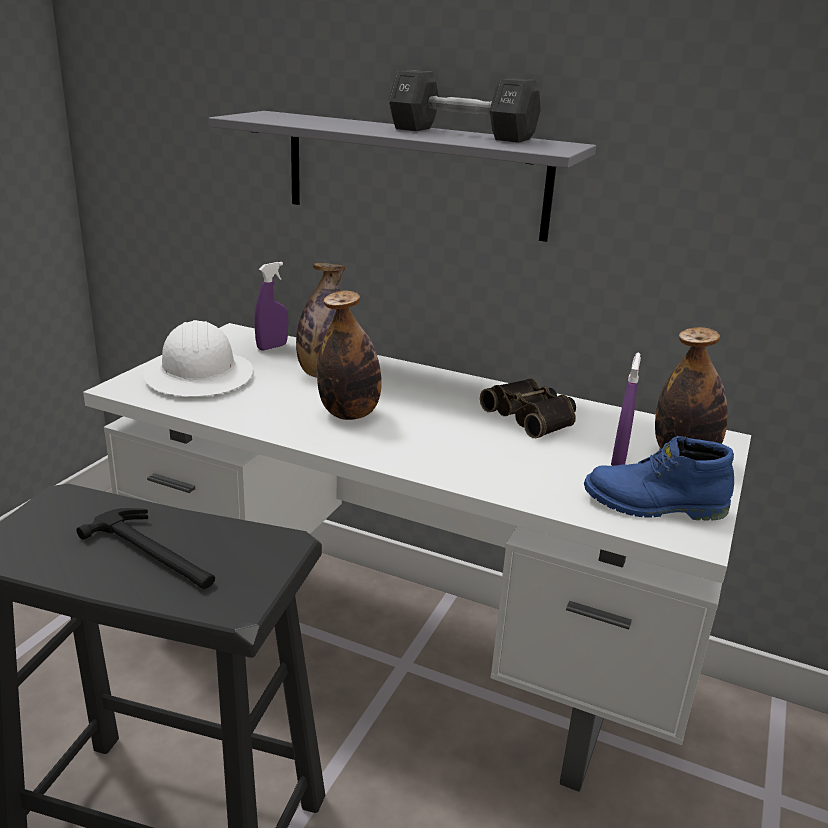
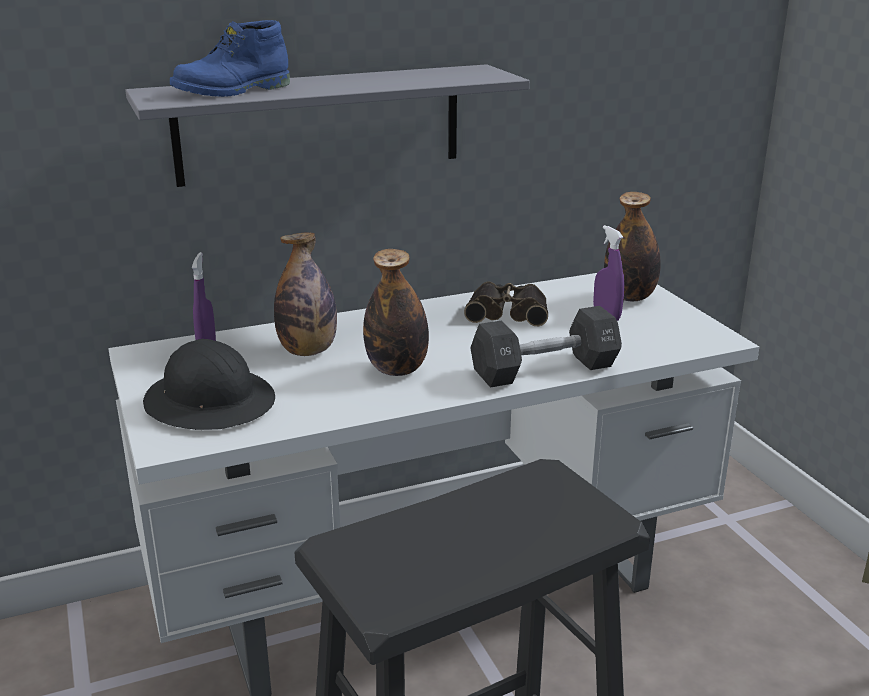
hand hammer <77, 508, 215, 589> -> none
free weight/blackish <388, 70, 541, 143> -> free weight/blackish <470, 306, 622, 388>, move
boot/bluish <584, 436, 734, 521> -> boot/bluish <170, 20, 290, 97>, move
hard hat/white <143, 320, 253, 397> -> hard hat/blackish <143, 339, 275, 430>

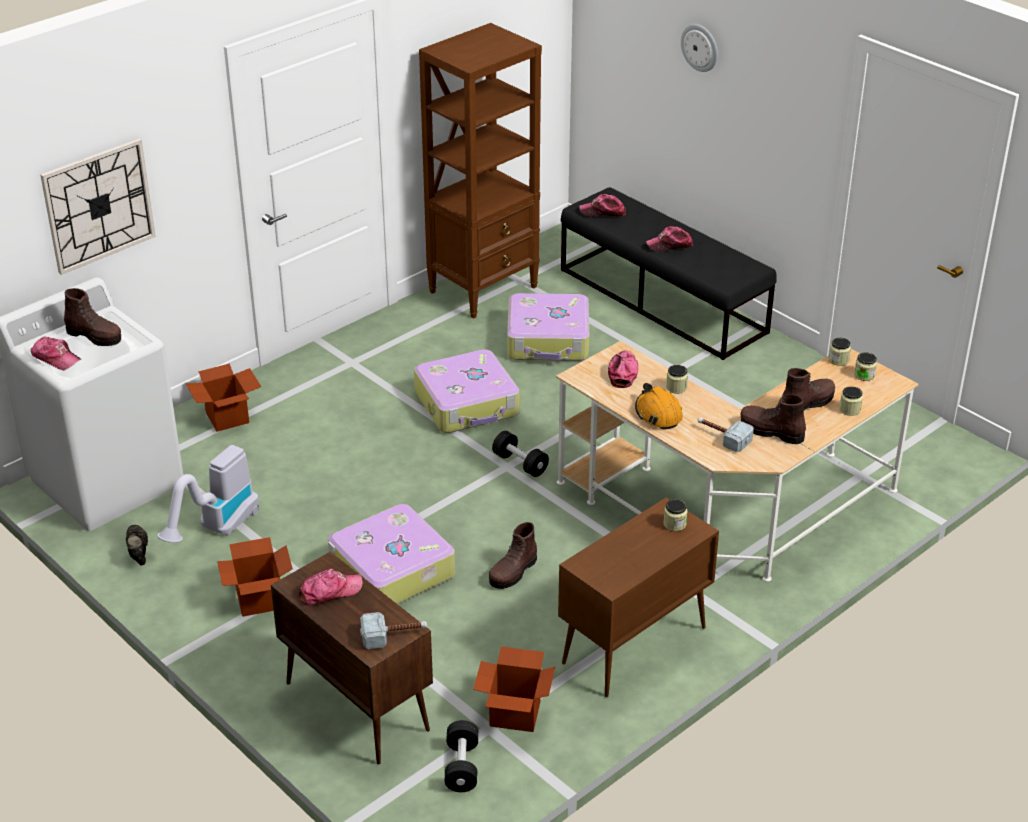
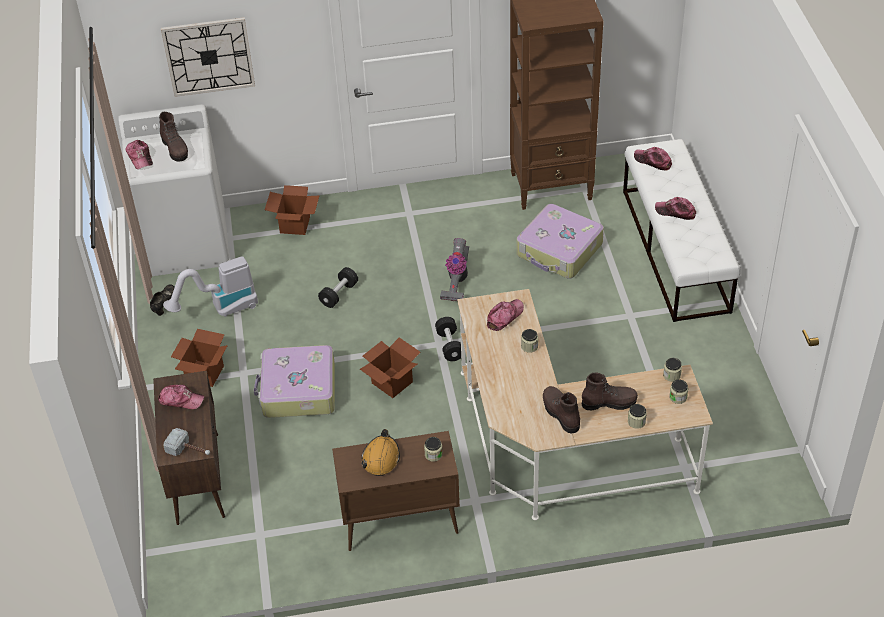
boot/brown-coloured <489, 522, 537, 589> -> none
clock on the wall <681, 24, 718, 72> -> none
hand hammer <698, 417, 754, 452> -> none
free weight/blackish <445, 720, 478, 792> -> free weight/blackish <318, 267, 358, 308>, move
cardboard box <473, 647, 555, 732> -> cardboard box <360, 337, 420, 398>, move
hard hat/orangey <635, 383, 683, 430> -> hard hat/orangey <361, 429, 400, 476>, move
suitcase <414, 349, 520, 433> -> vacuum cleaner <440, 238, 469, 301>
indoor bench/blackish <561, 187, 777, 360> -> indoor bench/white <623, 139, 740, 322>

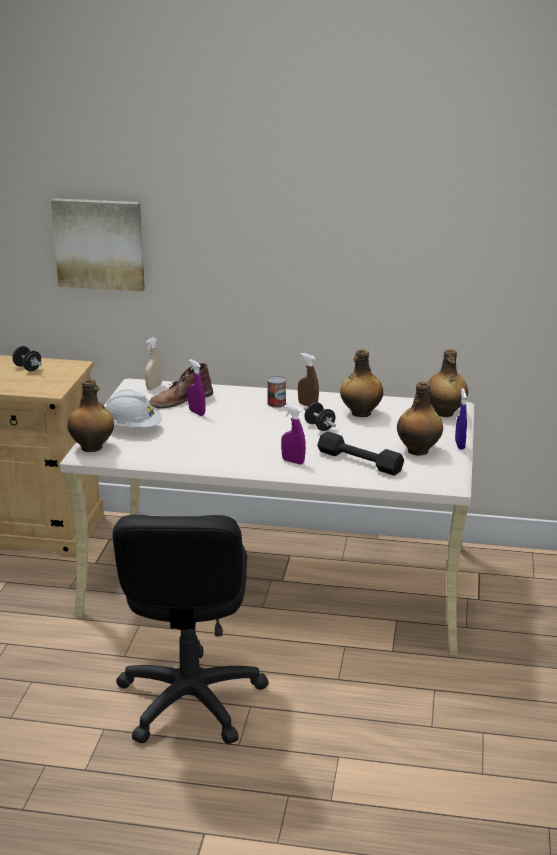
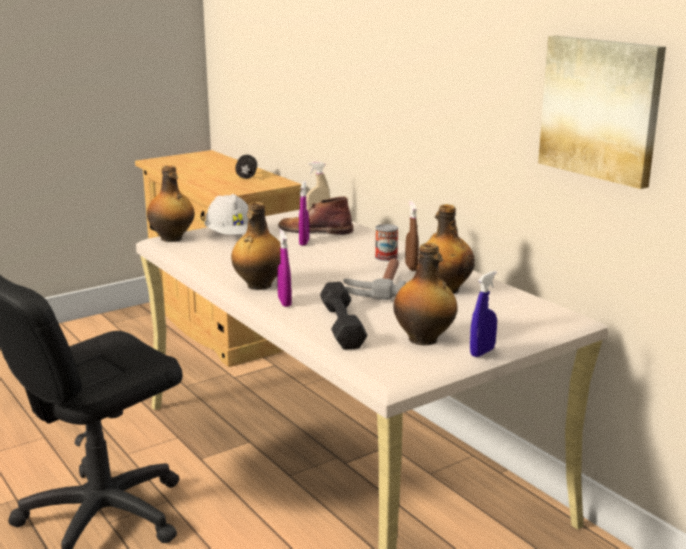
picture <51, 198, 145, 291> -> picture <538, 36, 666, 189>, move
drink bottle <428, 349, 468, 417> -> drink bottle <231, 202, 281, 290>, move
free weight/blackish <304, 402, 336, 431> -> hand hammer <343, 259, 406, 300>

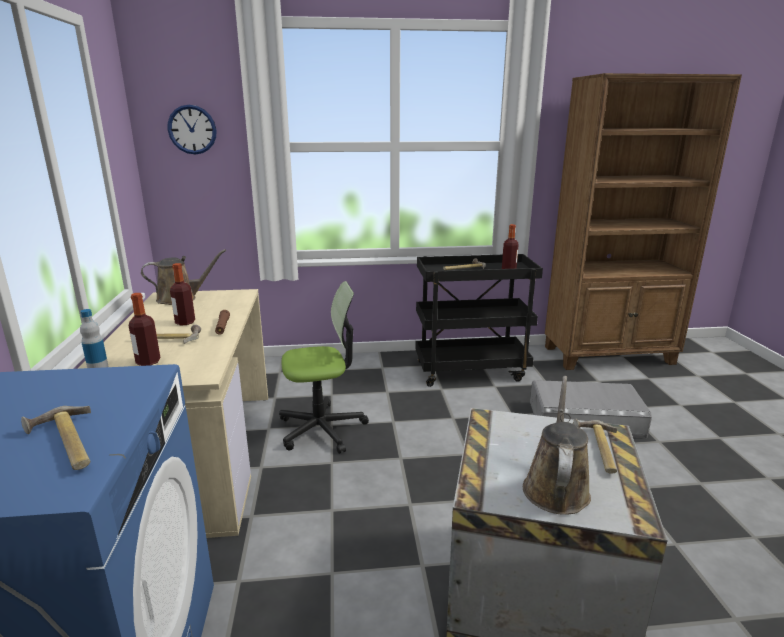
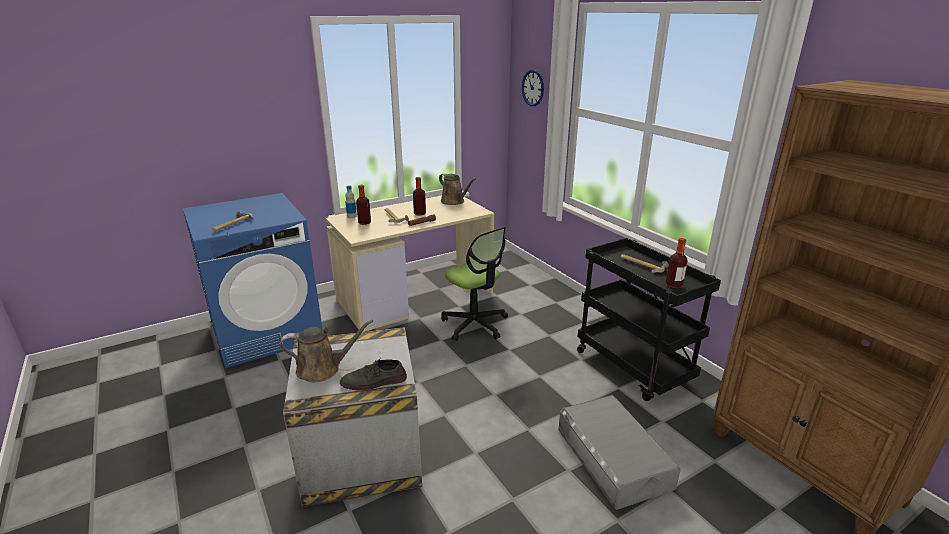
hand hammer <573, 418, 617, 474> -> item of footwear/gray <340, 359, 407, 391>

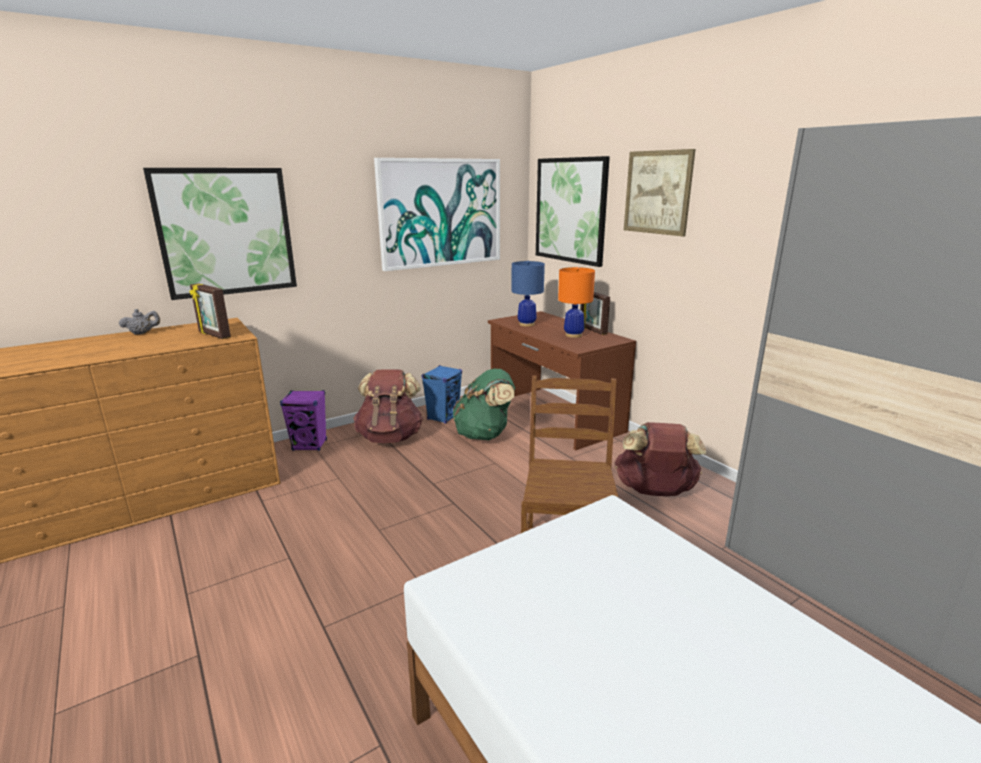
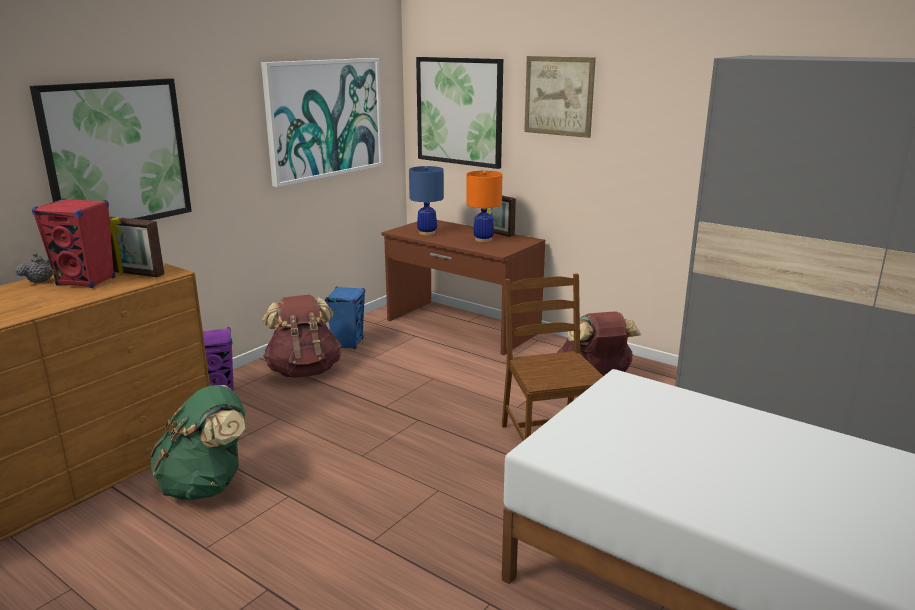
none -> audio speaker/red-coloured <32, 198, 116, 288>
rucksack/green <453, 369, 515, 440> -> rucksack/green <150, 385, 246, 500>, move

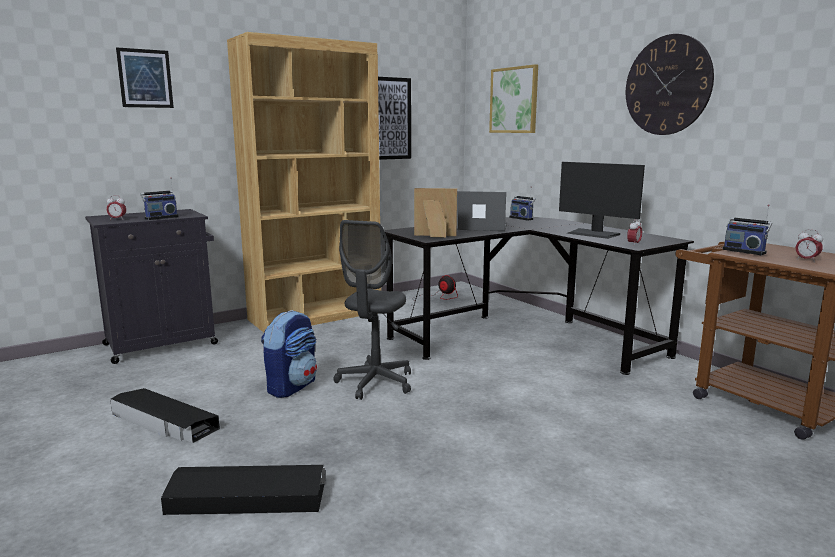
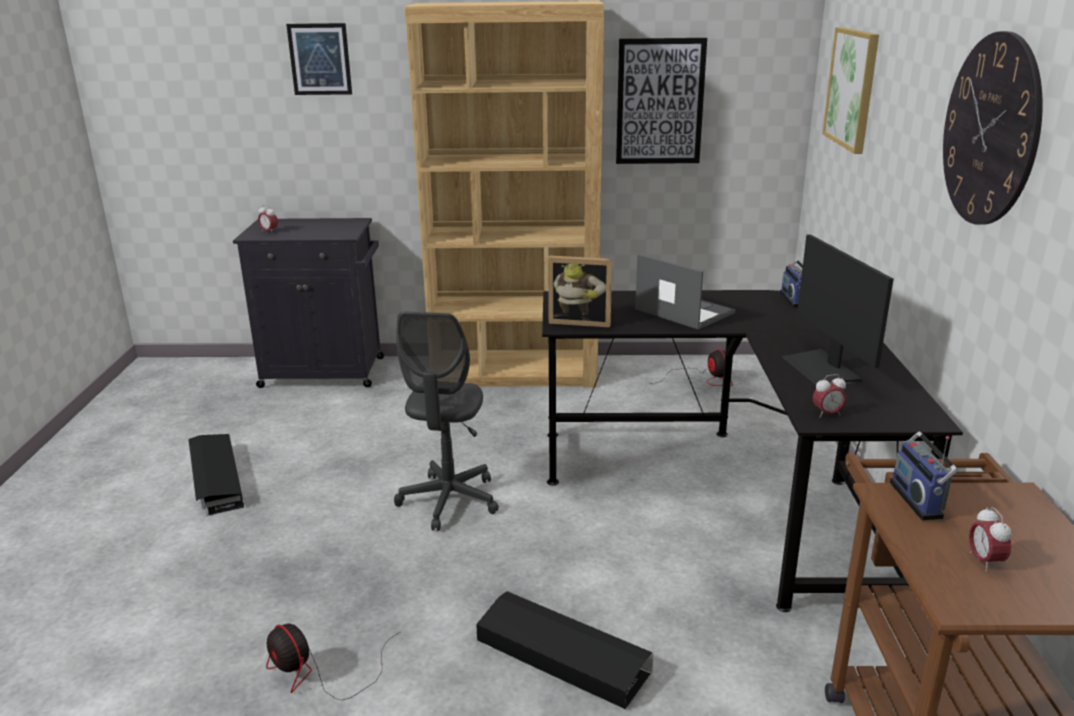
radio set <140, 177, 179, 220> -> none
rucksack <261, 310, 317, 398> -> none
none -> electric fan <266, 624, 401, 700>
storage container/blackish <161, 465, 325, 515> -> storage container/blackish <476, 591, 653, 709>, move
office chair/gray <333, 220, 411, 400> -> office chair/gray <394, 311, 499, 531>, 45 degrees counterclockwise
picture frame <414, 188, 457, 237> -> picture frame <548, 256, 612, 328>, 150 degrees clockwise

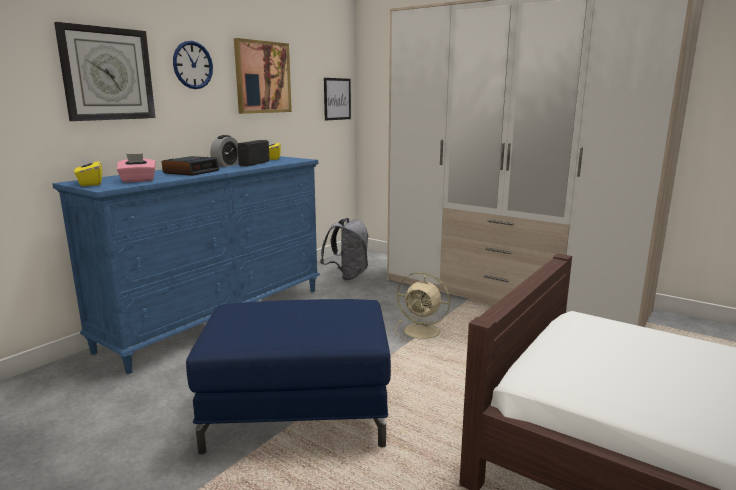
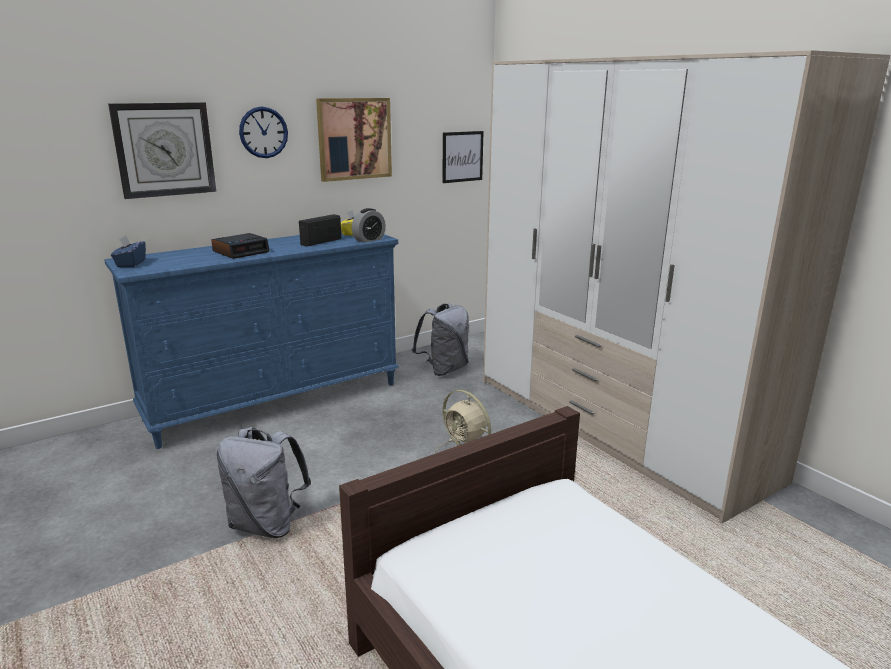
tissue box/pink <117, 154, 156, 182> -> none
table clock <210, 135, 239, 167> -> table clock <352, 208, 386, 243>, move
pouffe/bluish <186, 299, 391, 455> -> rucksack/gray <217, 427, 311, 538>
tissue box/yellow-coloured <74, 155, 102, 186> -> tissue box/bluish <111, 235, 146, 267>

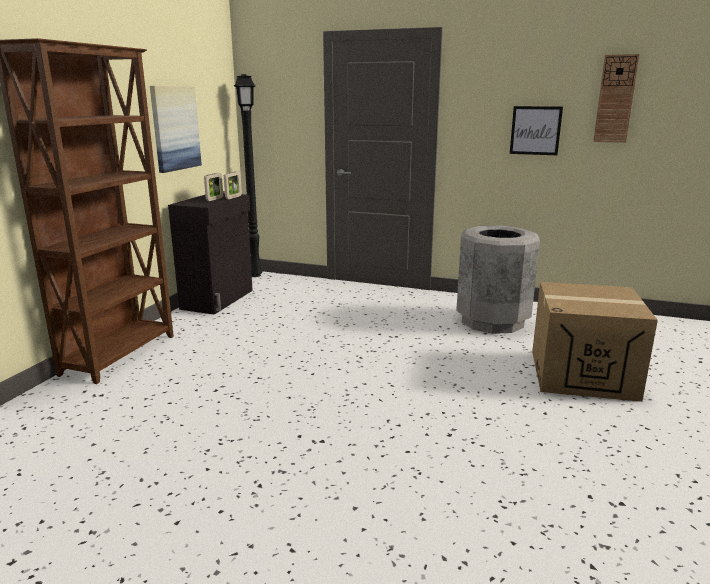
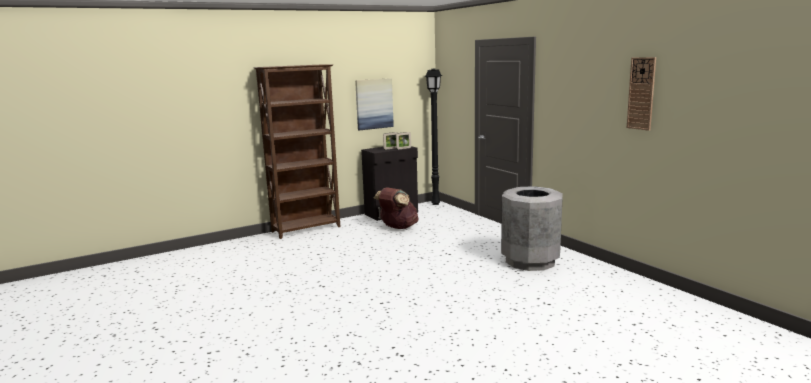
picture <510, 106, 563, 155> -> none
cardboard box <532, 282, 658, 402> -> none
none -> rucksack/brown-coloured <374, 187, 419, 229>

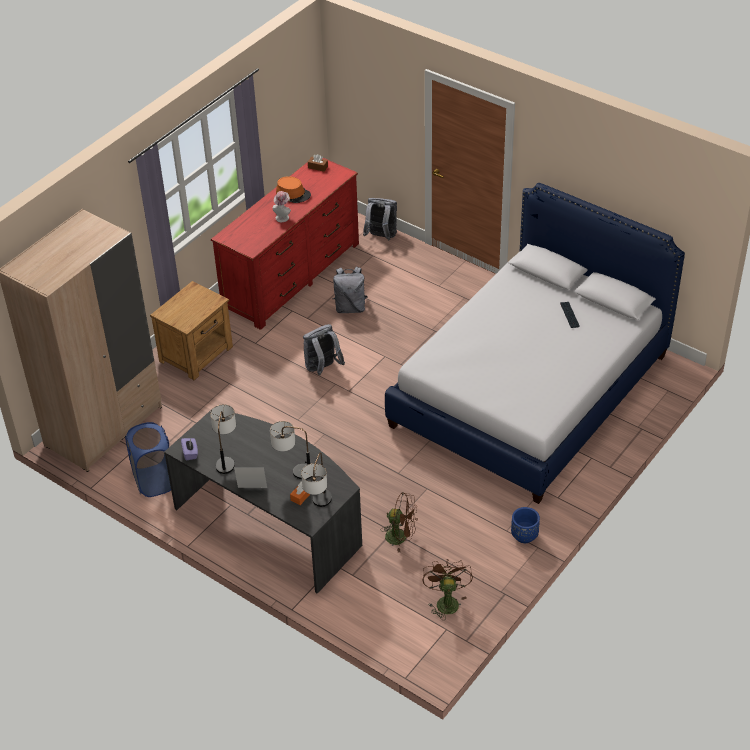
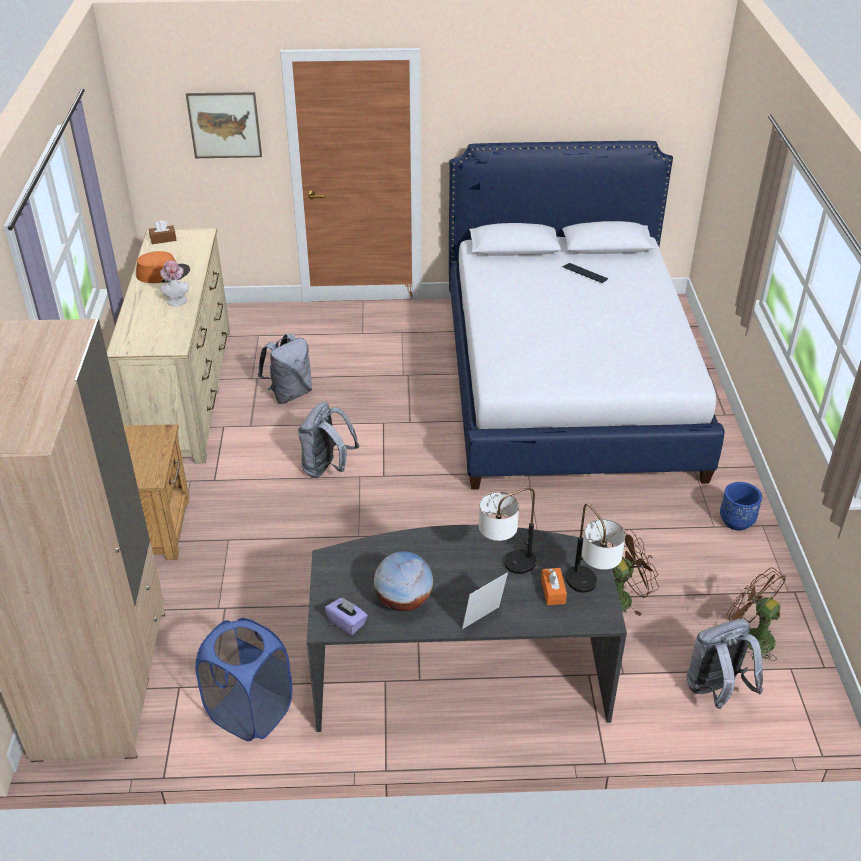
none -> picture <186, 92, 262, 158>
rucksack/gray <363, 198, 397, 241> -> rucksack/gray <687, 619, 763, 709>, move
lamp for a table <210, 404, 236, 474> -> desk globe <374, 552, 433, 611>
drawer chest/red-coloured <211, 158, 359, 330> -> drawer chest/beige-coloured <107, 228, 230, 464>

